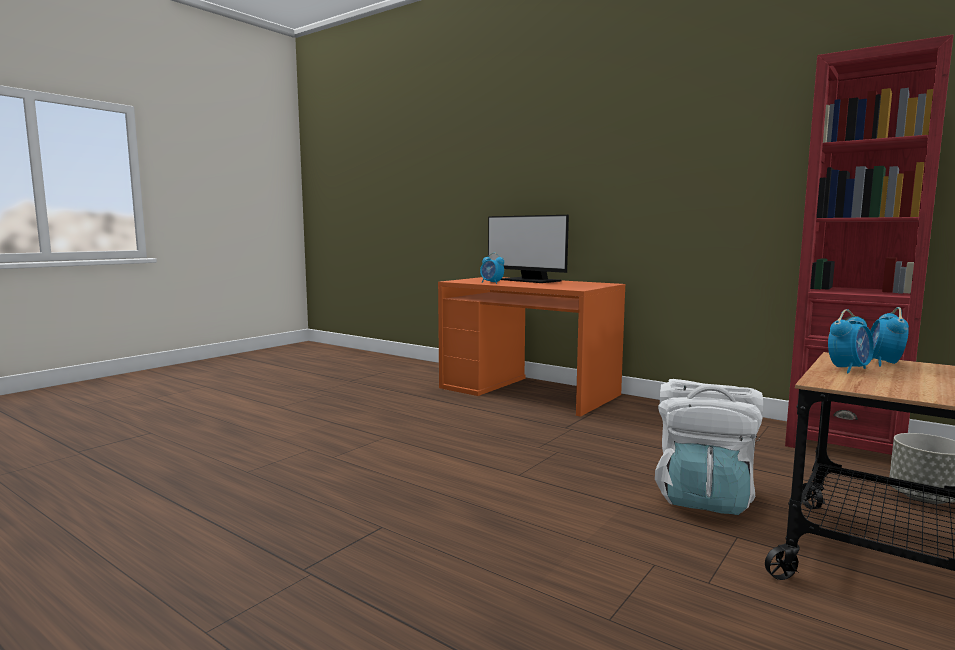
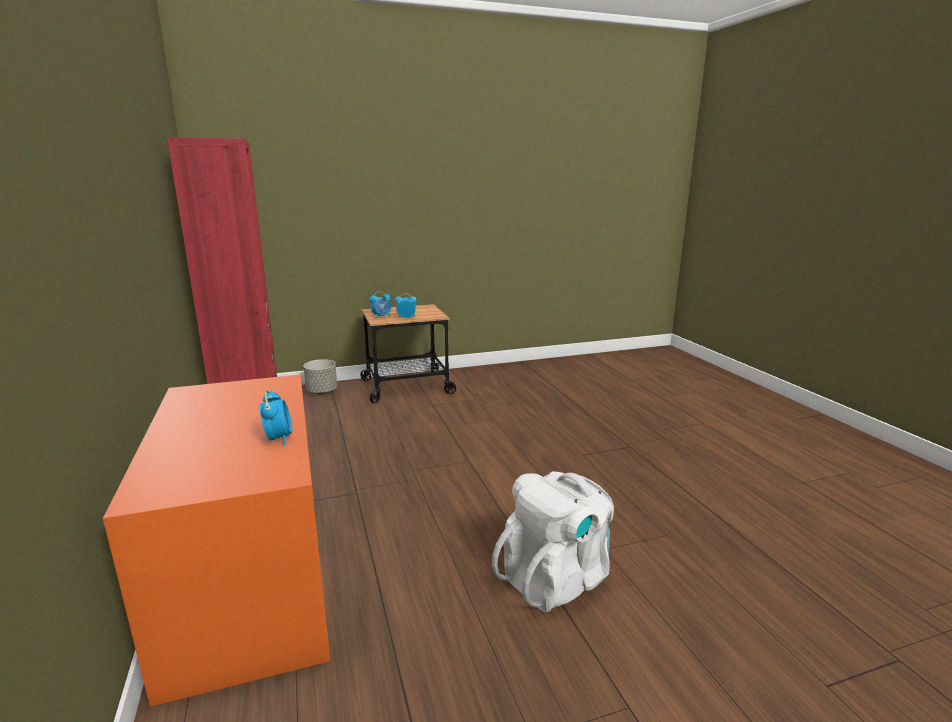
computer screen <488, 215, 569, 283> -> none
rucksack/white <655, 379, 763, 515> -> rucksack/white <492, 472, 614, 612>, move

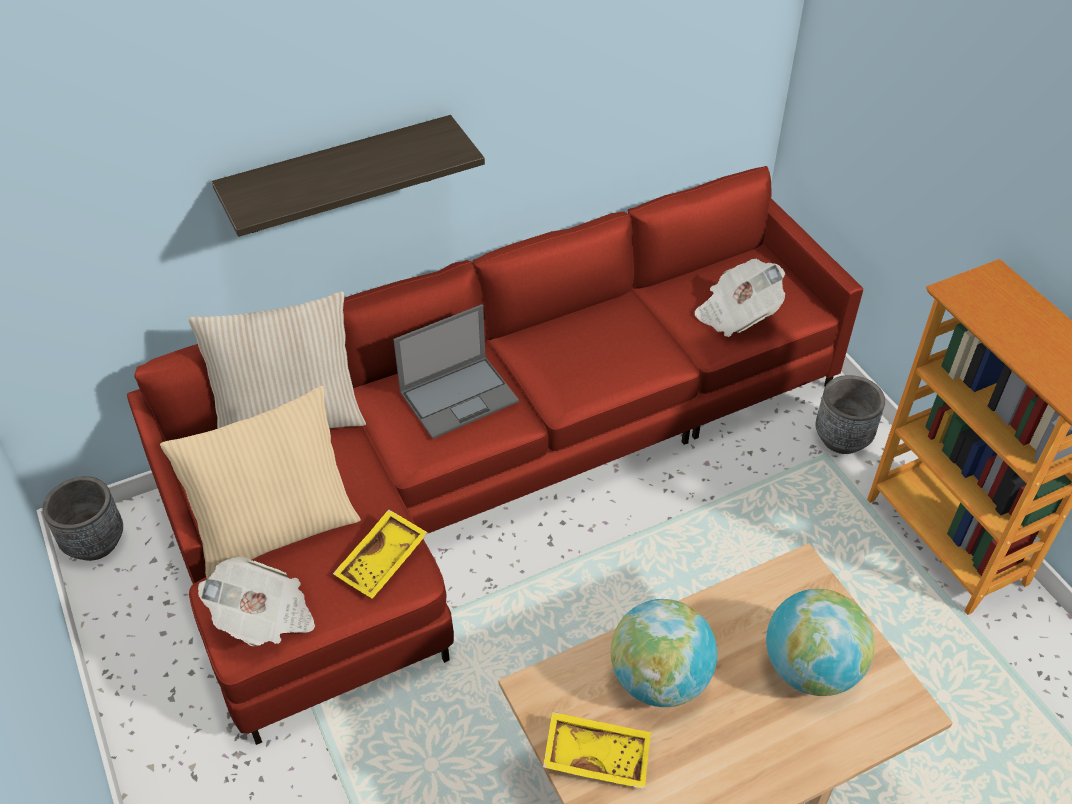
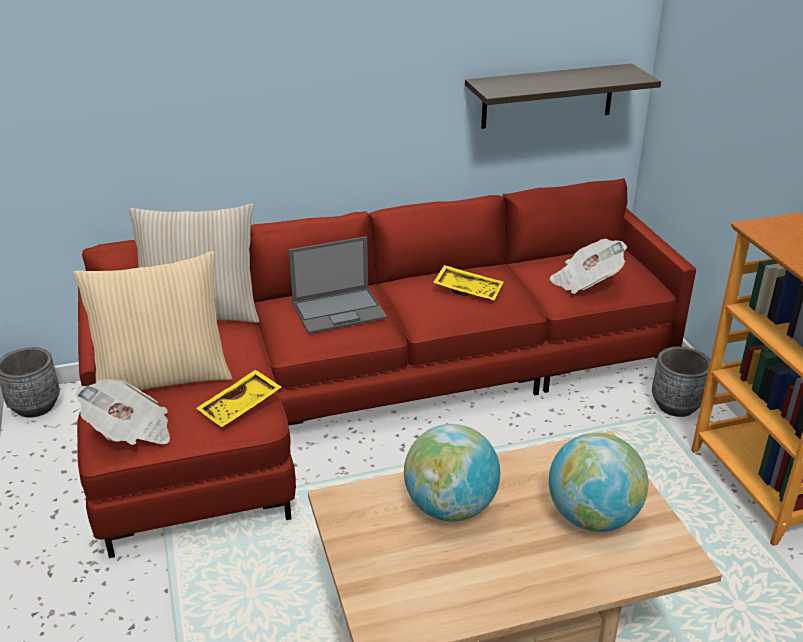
bracket shelf <212, 115, 485, 237> -> bracket shelf <465, 64, 661, 129>, move
tray/yellow-coloured <543, 712, 651, 789> -> tray/yellow-coloured <433, 265, 503, 300>, move

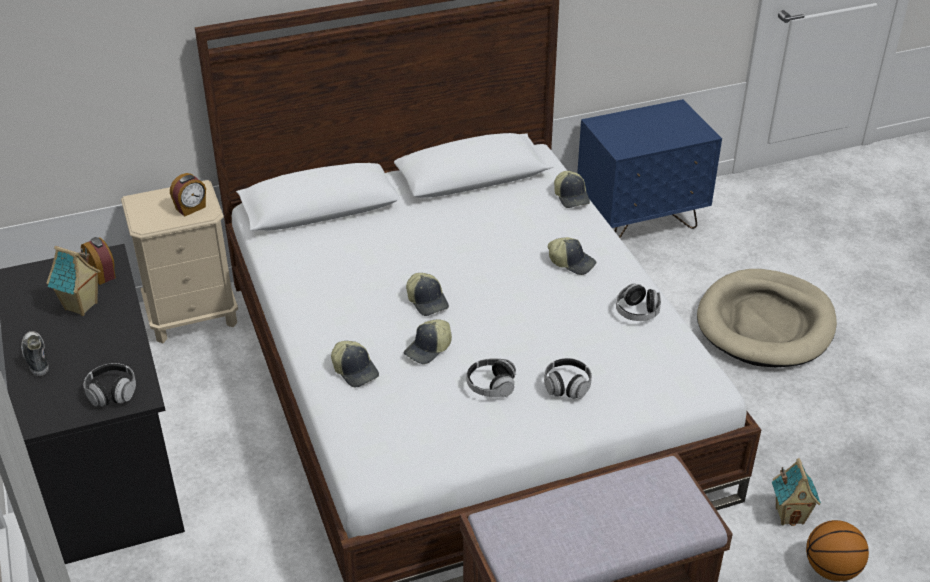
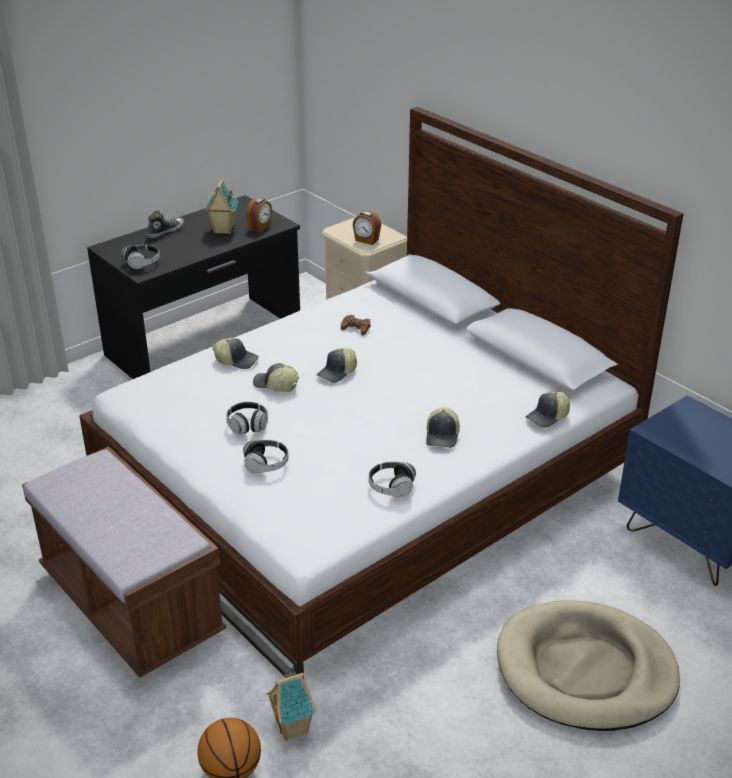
none -> gamepad/brown-coloured <341, 315, 370, 335>
baseball cap <331, 341, 379, 388> -> baseball cap <213, 338, 259, 369>, 105 degrees counterclockwise

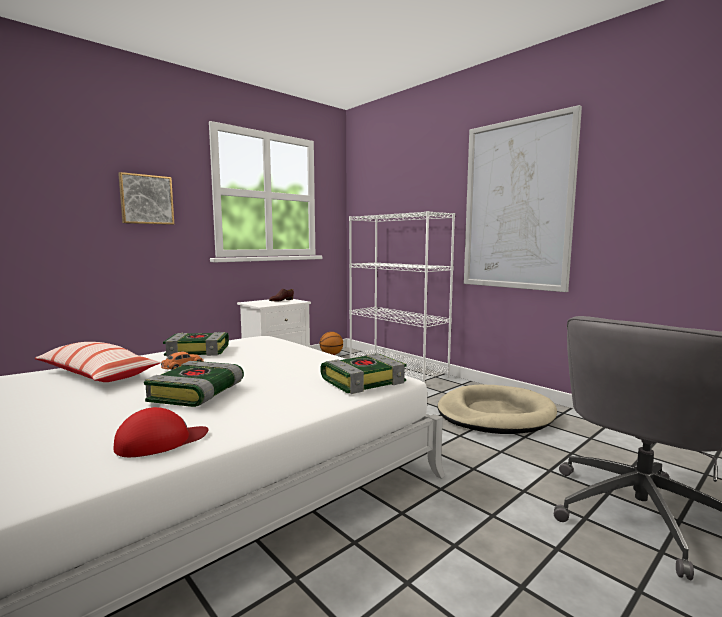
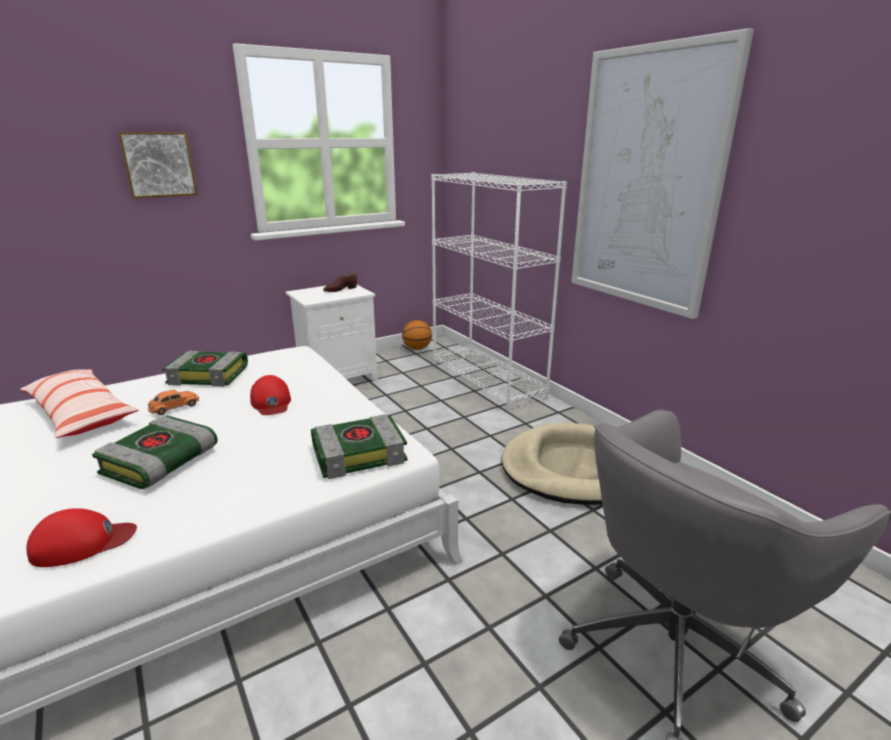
none -> baseball cap/red-coloured <250, 375, 291, 415>

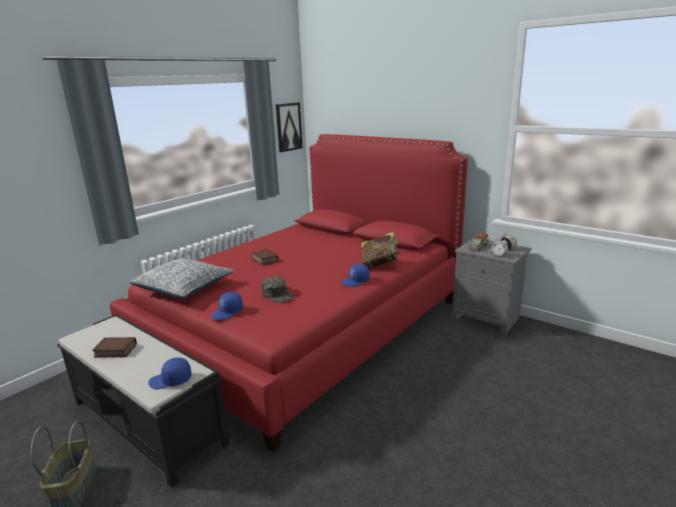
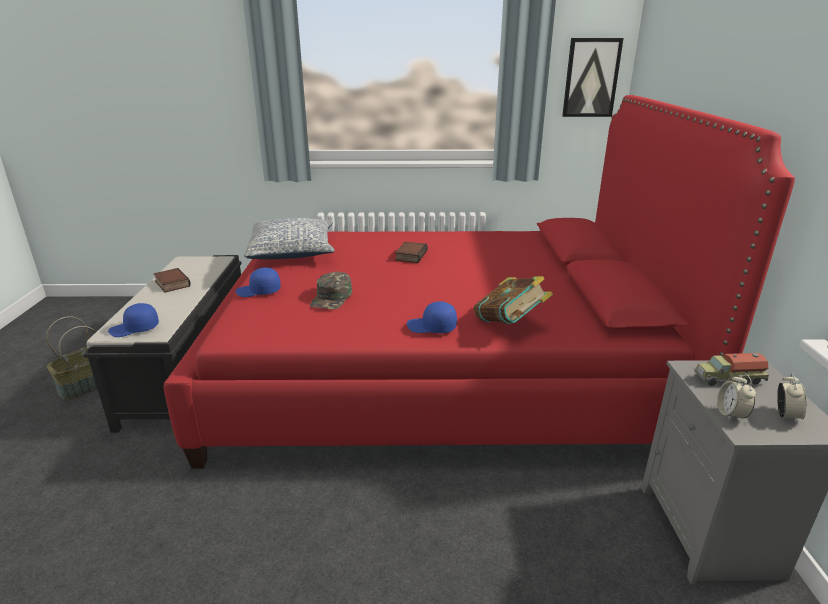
baseball cap/bluish <148, 357, 191, 389> -> baseball cap/bluish <108, 303, 159, 337>, 60 degrees counterclockwise

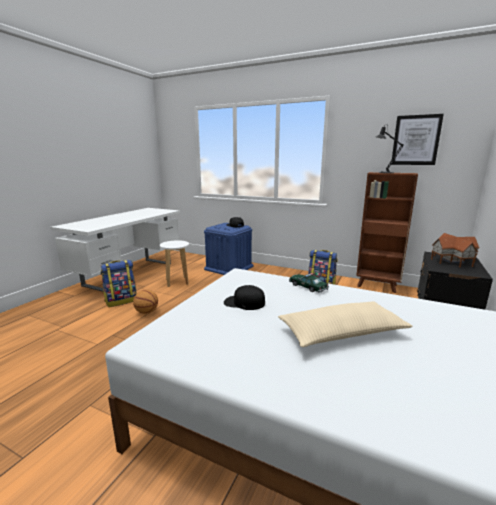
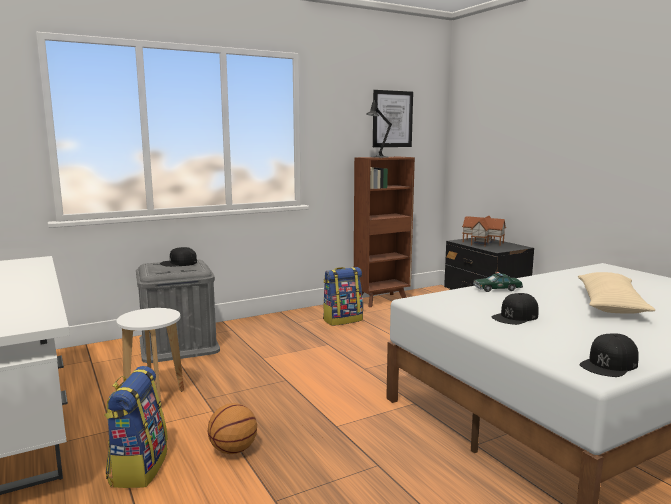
none -> baseball cap/blackish <580, 333, 639, 377>
storage container/bluish <204, 223, 253, 275> -> storage container/gray <136, 260, 220, 363>

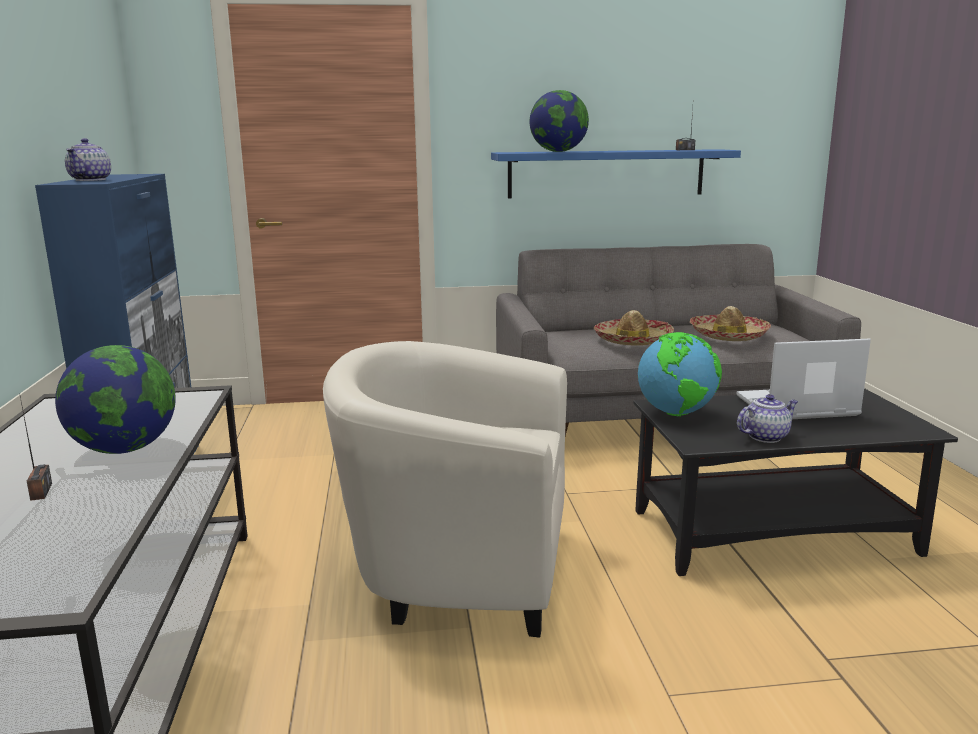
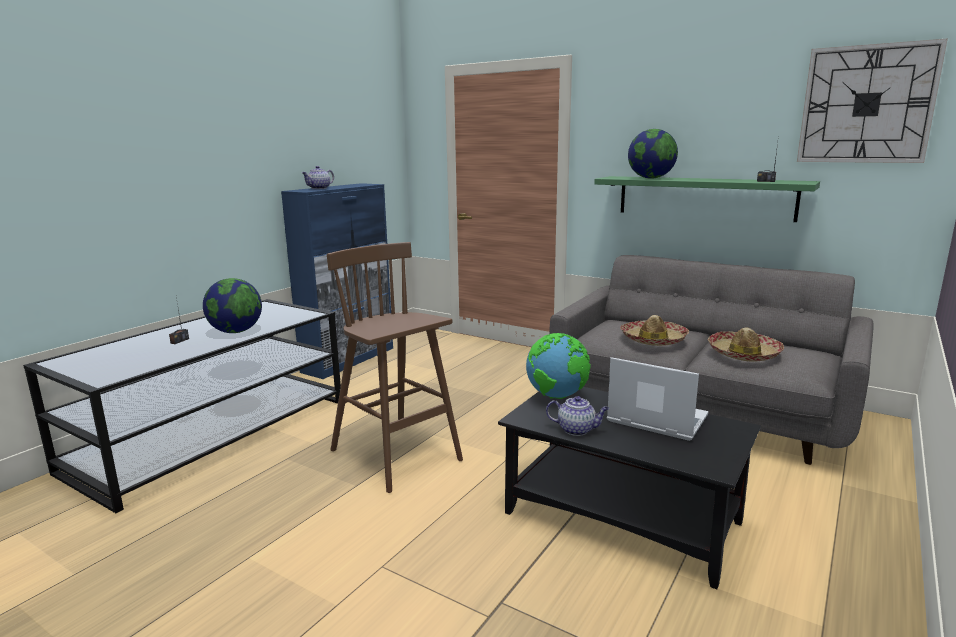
none -> clock on the wall <797, 38, 948, 163>
easy chair/beige-coloured <323, 341, 567, 638> -> stool/brown-coloured <327, 242, 463, 493>
bracket shelf/bluish <491, 149, 741, 198> -> bracket shelf/green <594, 176, 820, 222>

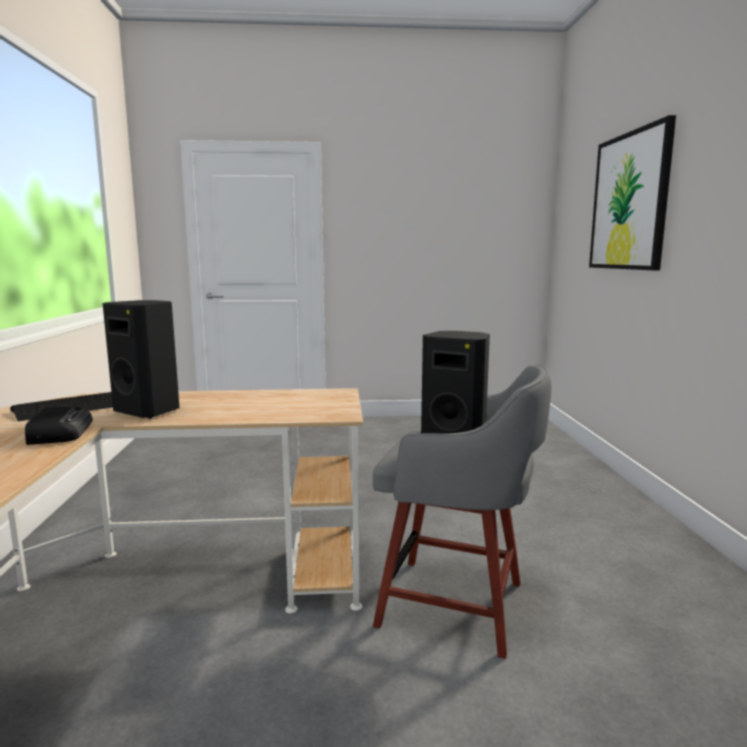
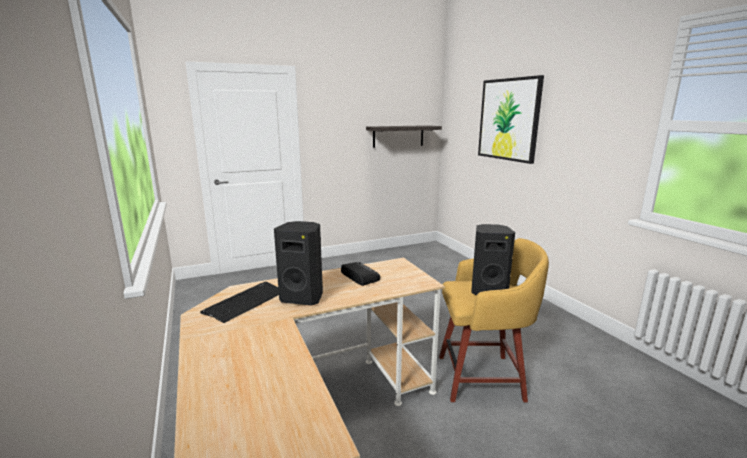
none -> bracket shelf <366, 125, 442, 148>
radio set <25, 407, 93, 445> -> radio set <341, 262, 380, 286>, move
stool/gray <373, 365, 552, 659> -> stool/yellow-coloured <439, 238, 549, 402>

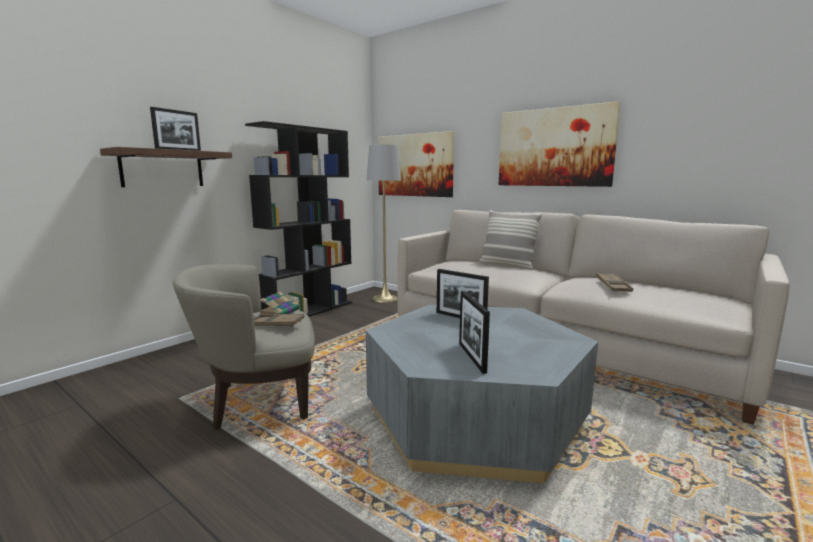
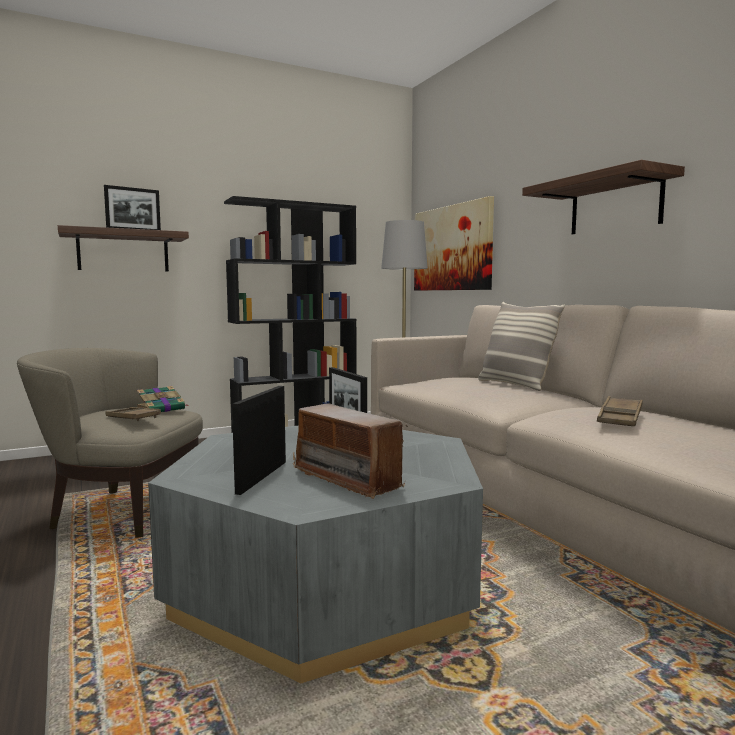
none -> radio set <293, 404, 408, 499>
picture <499, 101, 621, 187> -> bracket shelf <522, 160, 685, 234>

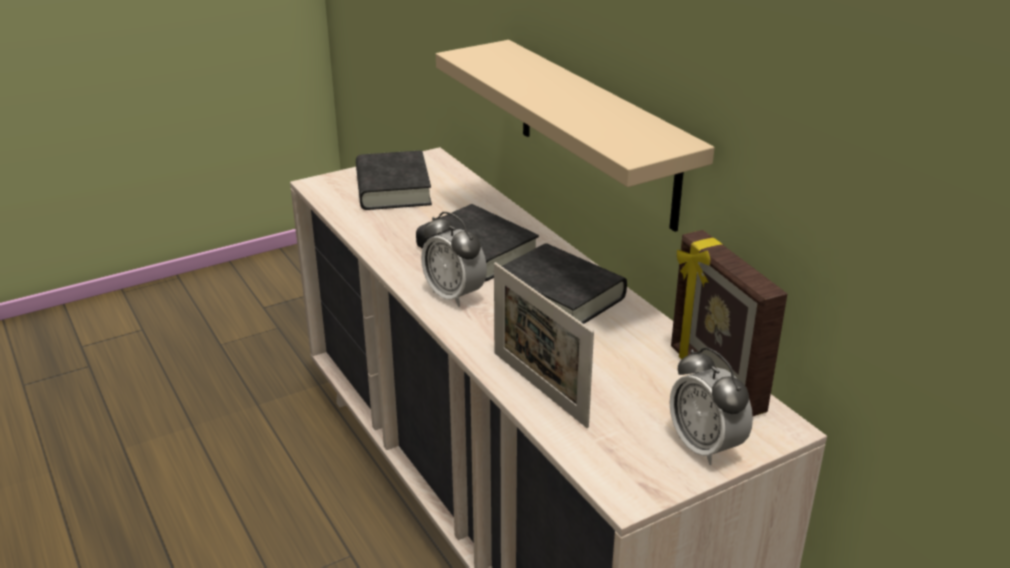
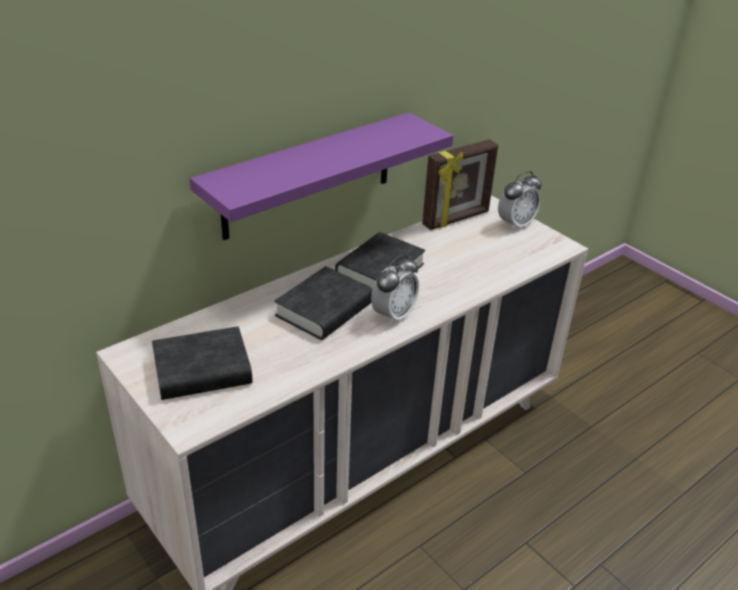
picture frame <494, 262, 594, 428> -> none
bracket shelf/beige-coloured <436, 40, 714, 232> -> bracket shelf/purple-coloured <190, 112, 453, 240>

